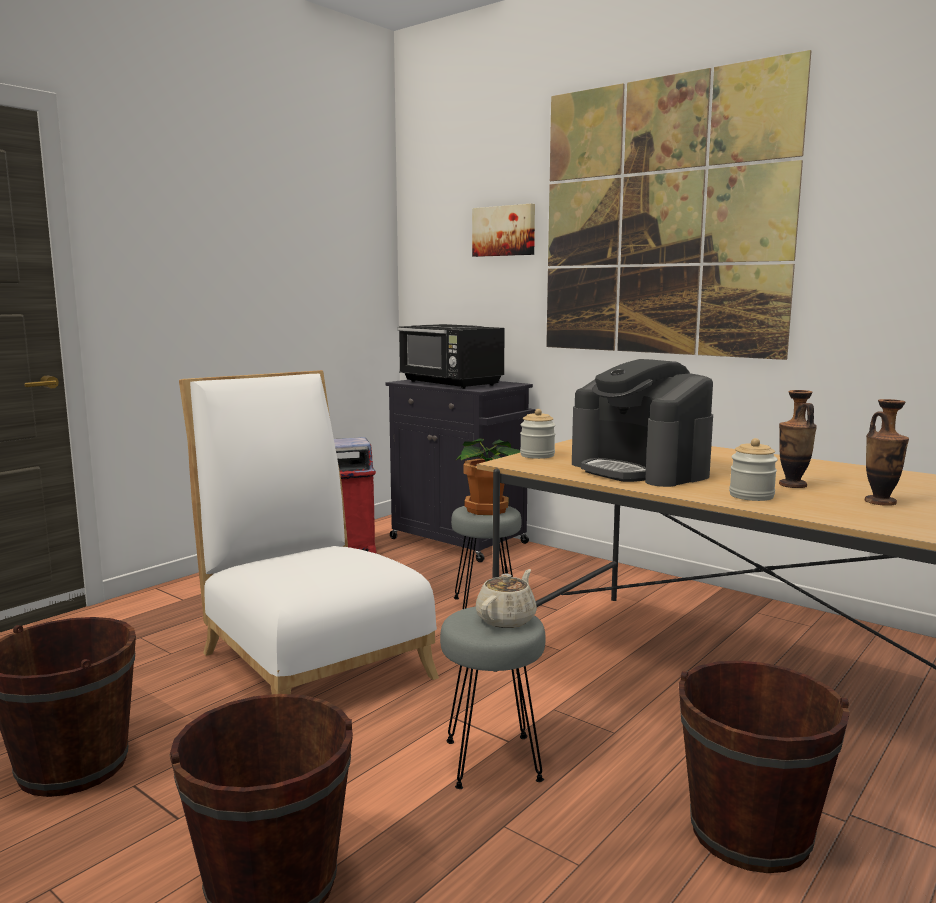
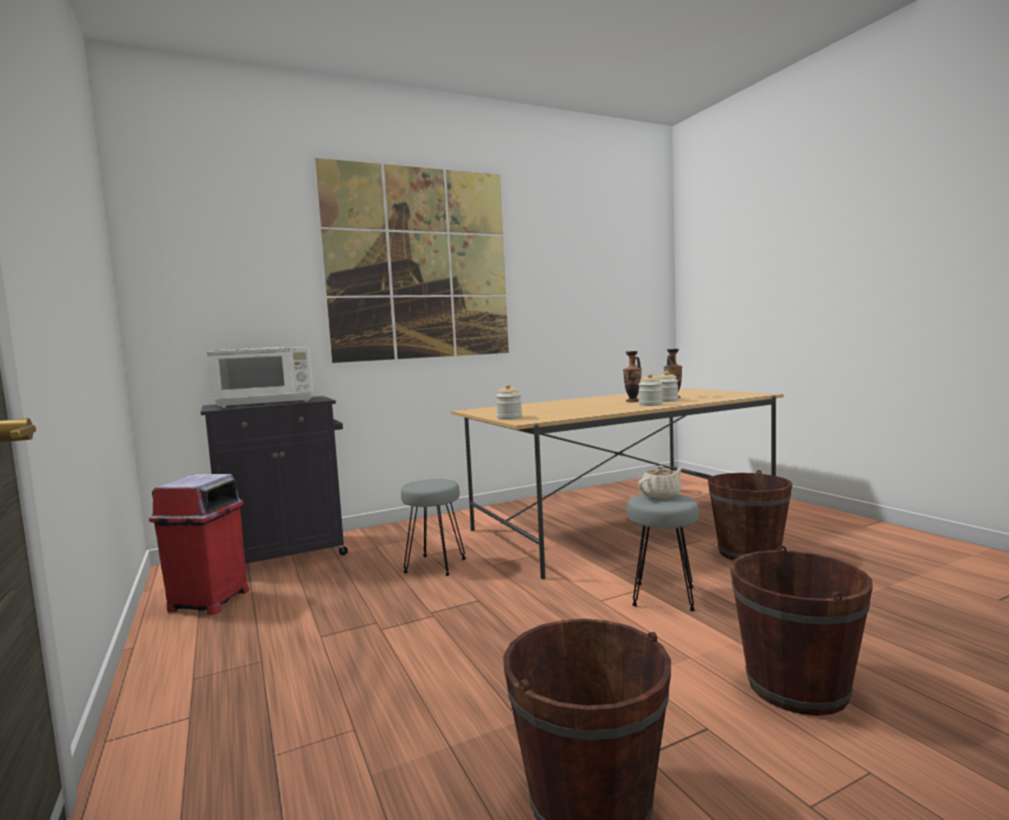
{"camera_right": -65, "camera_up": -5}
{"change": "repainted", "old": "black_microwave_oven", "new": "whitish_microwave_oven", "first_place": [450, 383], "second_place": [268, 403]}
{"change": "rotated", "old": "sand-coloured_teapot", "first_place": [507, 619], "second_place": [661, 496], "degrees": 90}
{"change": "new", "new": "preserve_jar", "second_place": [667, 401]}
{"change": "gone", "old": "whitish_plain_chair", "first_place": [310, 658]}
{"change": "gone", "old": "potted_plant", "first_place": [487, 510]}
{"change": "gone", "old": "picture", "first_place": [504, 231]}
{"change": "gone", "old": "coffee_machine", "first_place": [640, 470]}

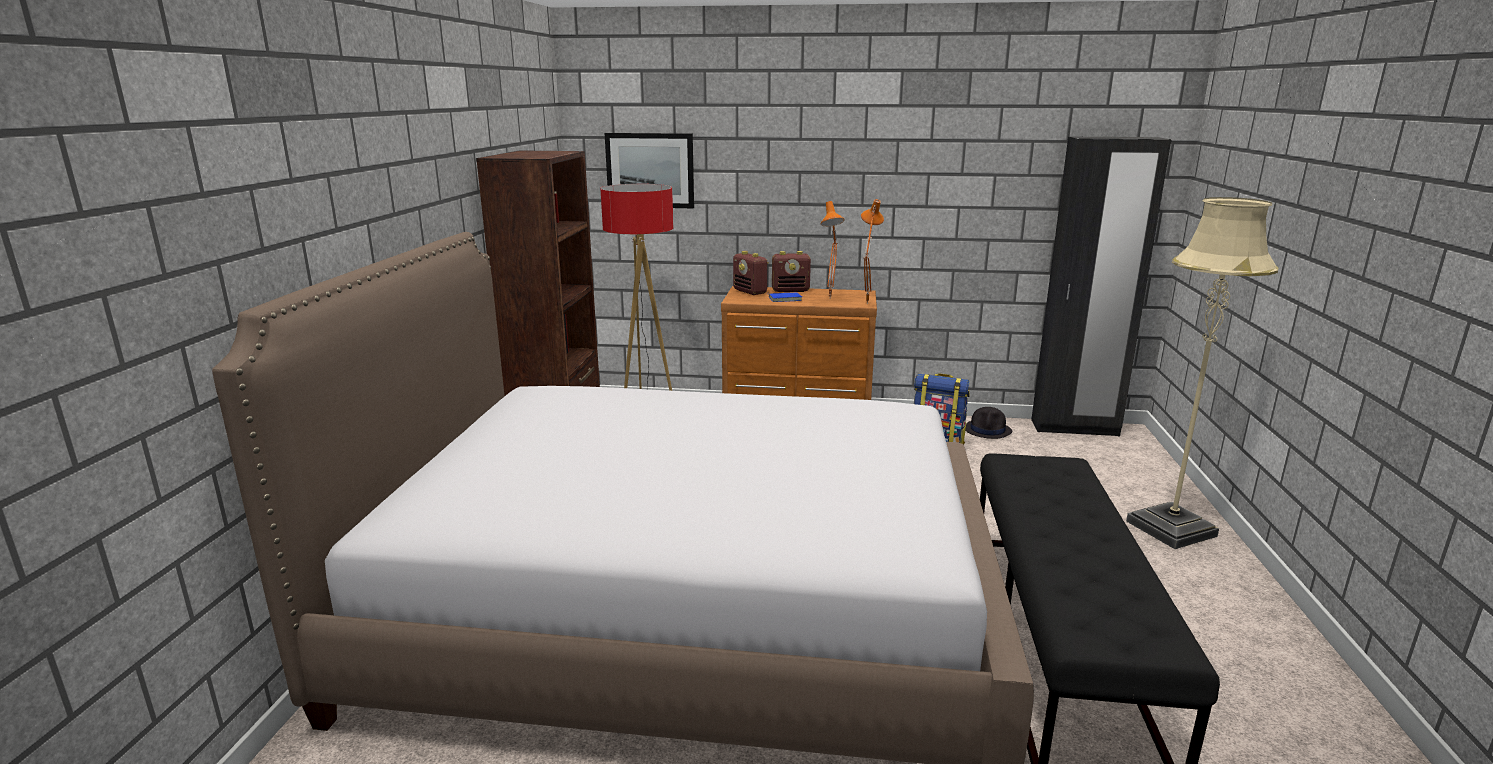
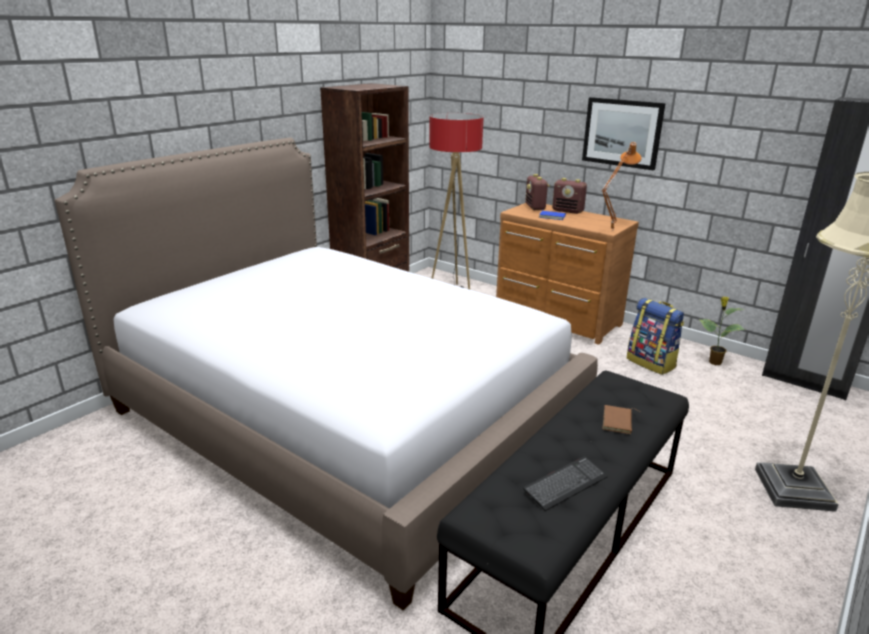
{"camera_right": 30, "camera_up": 5}
{"change": "new", "new": "computer_keyboard", "second_place": [565, 484]}
{"change": "shifted", "old": "picture", "first_place": [650, 170], "second_place": [622, 133]}
{"change": "new", "new": "brown_book", "second_place": [618, 422]}
{"change": "swapped", "old": "black_clothing_hat", "new": "potted_plant", "first_place": [988, 430], "second_place": [714, 362]}
{"change": "gone", "old": "orangey_tabletop_lamp", "first_place": [832, 298]}

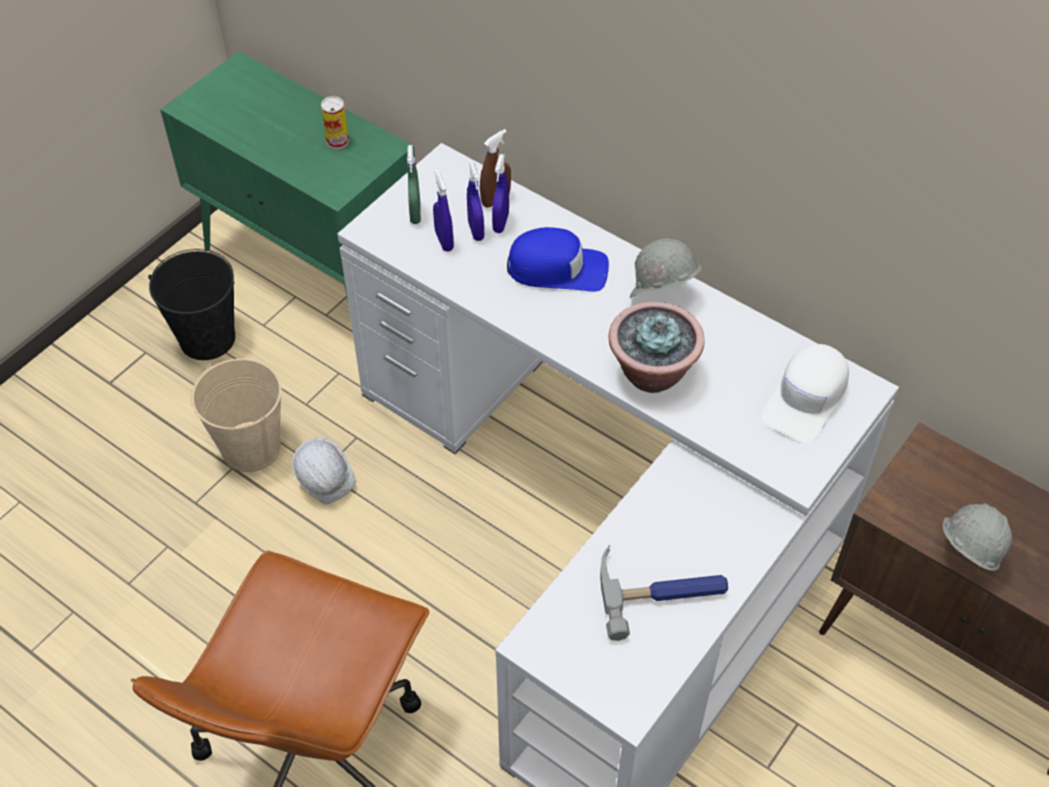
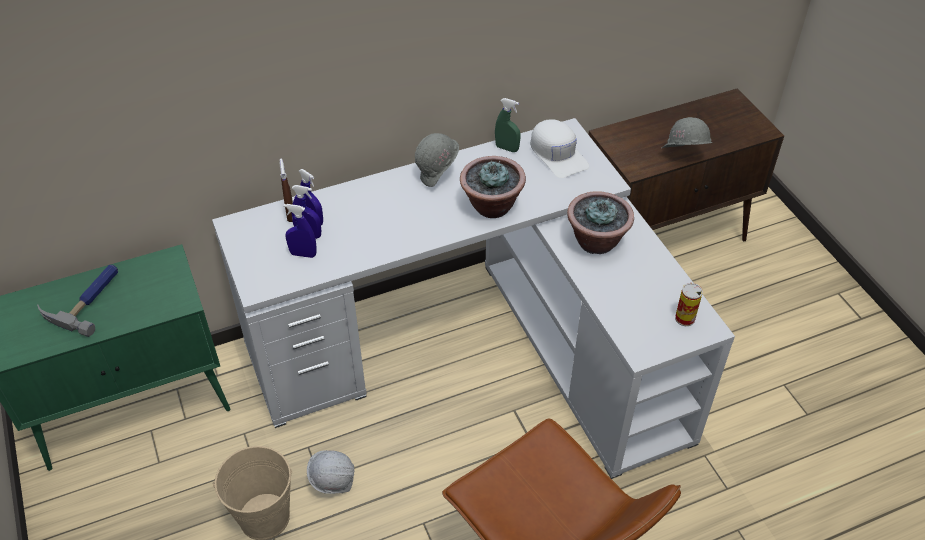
{"camera_right": -60, "camera_up": -5}
{"change": "shifted", "old": "hand_hammer", "first_place": [662, 591], "second_place": [87, 299]}
{"change": "shifted", "old": "green-coloured_spray_bottle", "first_place": [415, 214], "second_place": [507, 148]}
{"change": "new", "new": "potted_plant", "second_place": [596, 241]}
{"change": "shifted", "old": "metal_can", "first_place": [337, 141], "second_place": [684, 318]}
{"change": "gone", "old": "black_water_bucket", "first_place": [207, 339]}
{"change": "gone", "old": "blue-coloured_baseball_cap", "first_place": [558, 268]}

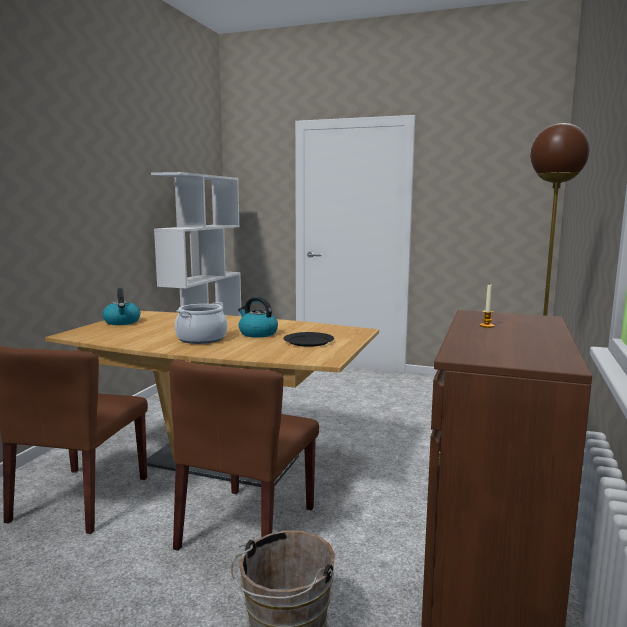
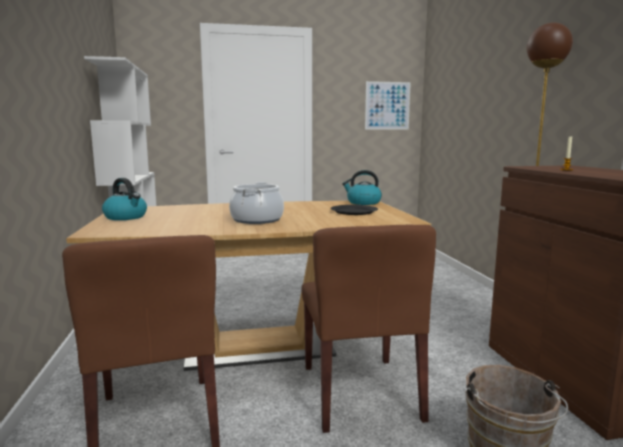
{"camera_right": -30, "camera_up": 0}
{"change": "shifted", "old": "water_kettle", "first_place": [257, 333], "second_place": [363, 203]}
{"change": "new", "new": "picture", "second_place": [387, 105]}

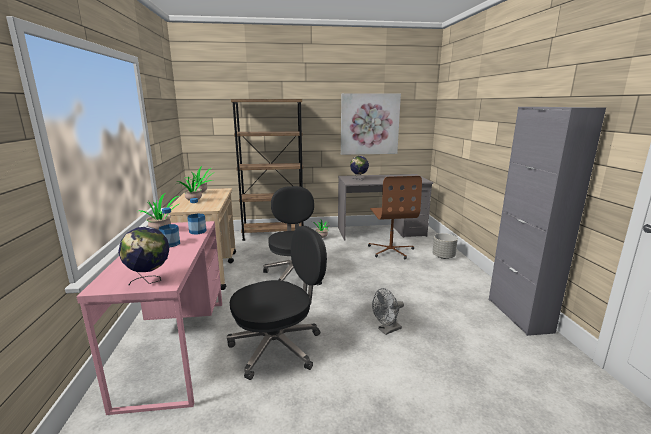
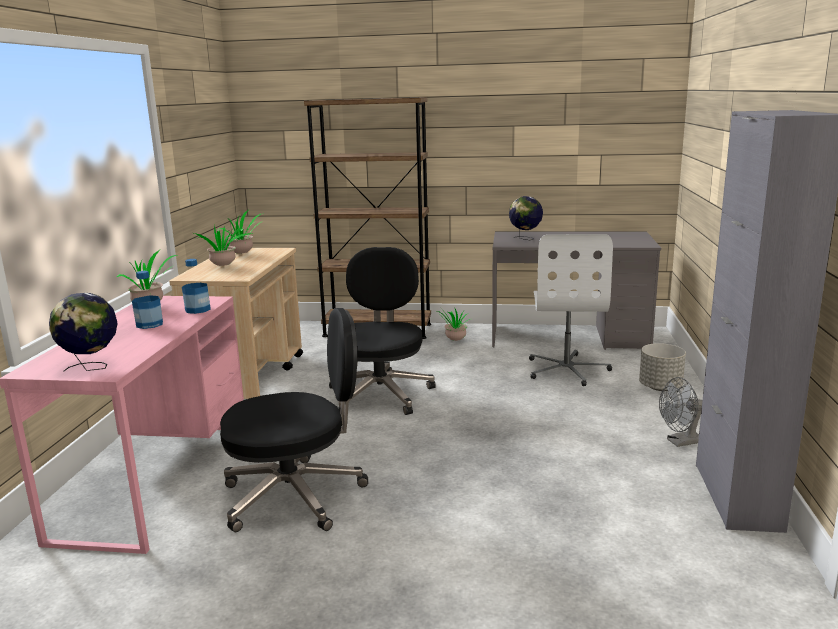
{"camera_right": 15, "camera_up": 0}
{"change": "repainted", "old": "brown_office_chair", "new": "whitish_office_chair", "first_place": [391, 250], "second_place": [567, 369]}
{"change": "shifted", "old": "gray_fan", "first_place": [387, 330], "second_place": [680, 442]}
{"change": "gone", "old": "picture", "first_place": [369, 124]}

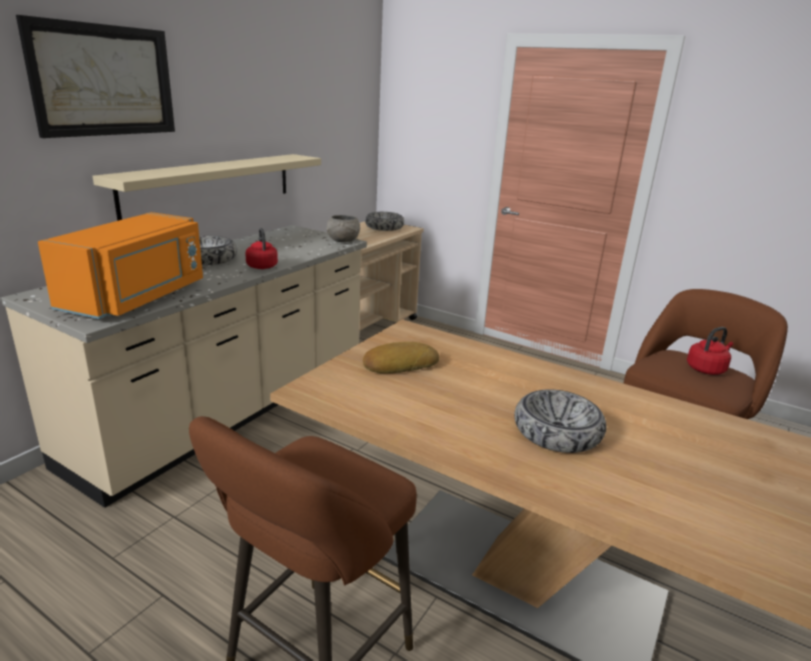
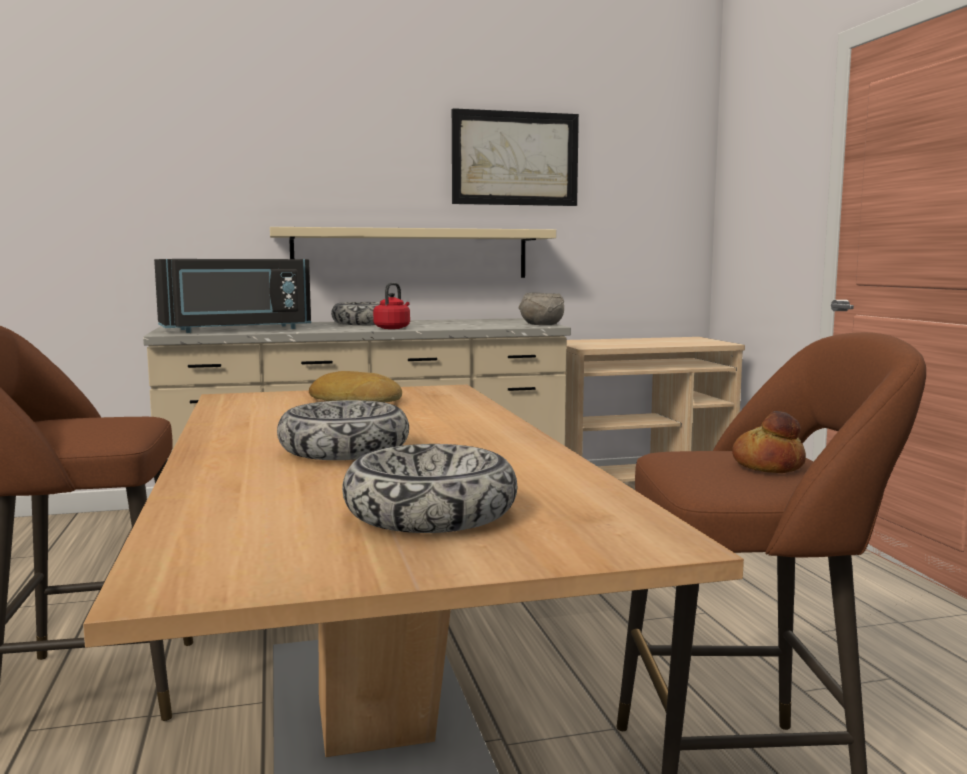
{"camera_right": 45, "camera_up": -15}
{"change": "repainted", "old": "orangey_microwave_oven", "new": "black_microwave_oven", "first_place": [138, 297], "second_place": [237, 330]}
{"change": "shifted", "old": "deep_dish", "first_place": [384, 227], "second_place": [430, 513]}
{"change": "shifted", "old": "picture", "first_place": [104, 80], "second_place": [515, 159]}
{"change": "swapped", "old": "red-coloured_water_kettle", "new": "baked_bread", "first_place": [706, 369], "second_place": [768, 465]}

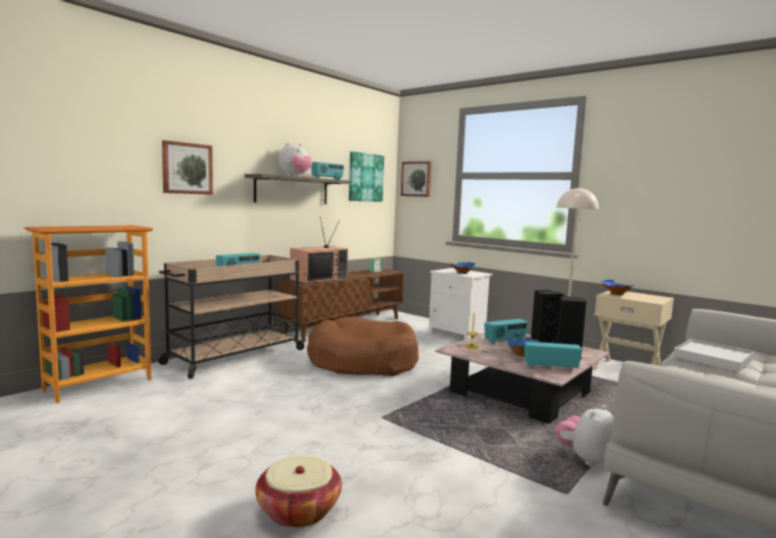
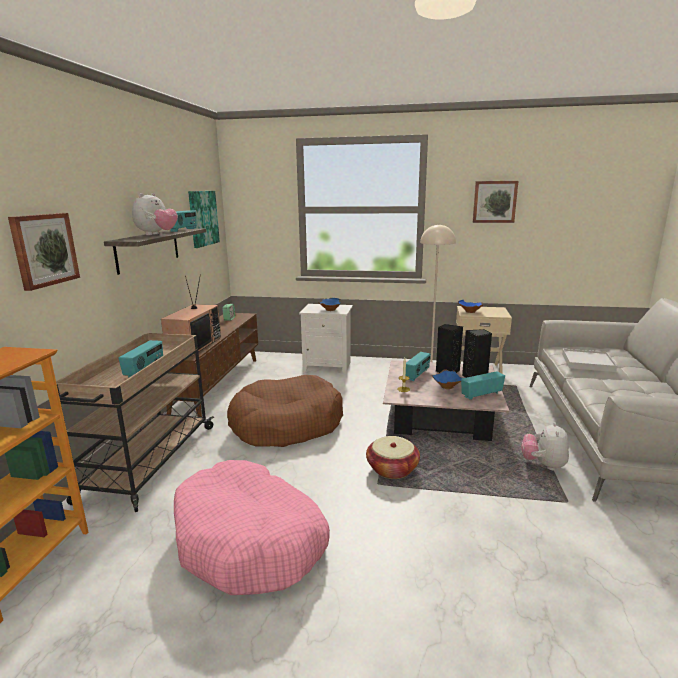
{"camera_right": -30, "camera_up": 10}
{"change": "new", "new": "pink-coloured_dog_bed", "second_place": [250, 540]}
{"change": "shifted", "old": "household_basket", "first_place": [298, 510], "second_place": [392, 469]}
{"change": "shifted", "old": "picture", "first_place": [416, 179], "second_place": [494, 201]}

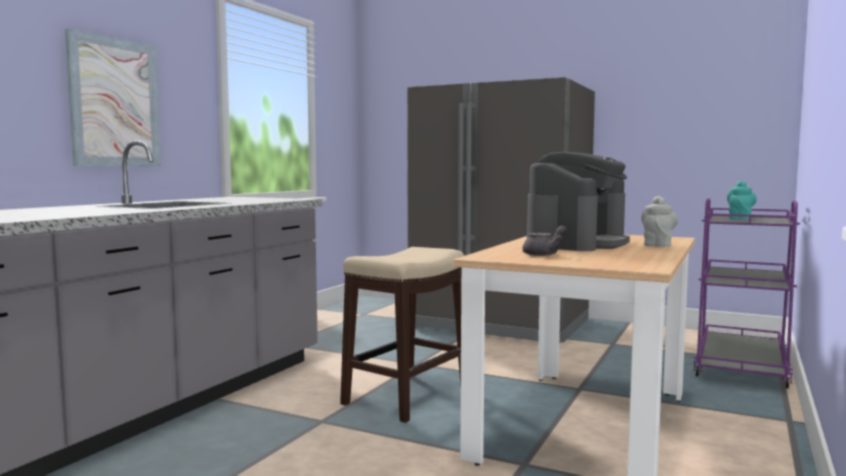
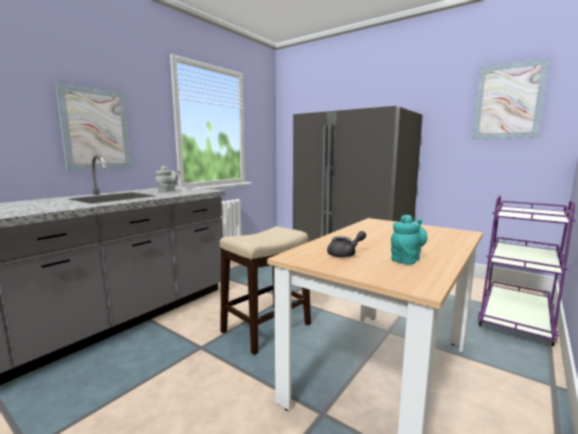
{"camera_right": 10, "camera_up": 5}
{"change": "shifted", "old": "gray_teapot", "first_place": [658, 245], "second_place": [168, 191]}
{"change": "shifted", "old": "blue-green_teapot", "first_place": [740, 218], "second_place": [406, 259]}
{"change": "new", "new": "picture", "second_place": [508, 101]}
{"change": "gone", "old": "coffee_machine", "first_place": [576, 243]}

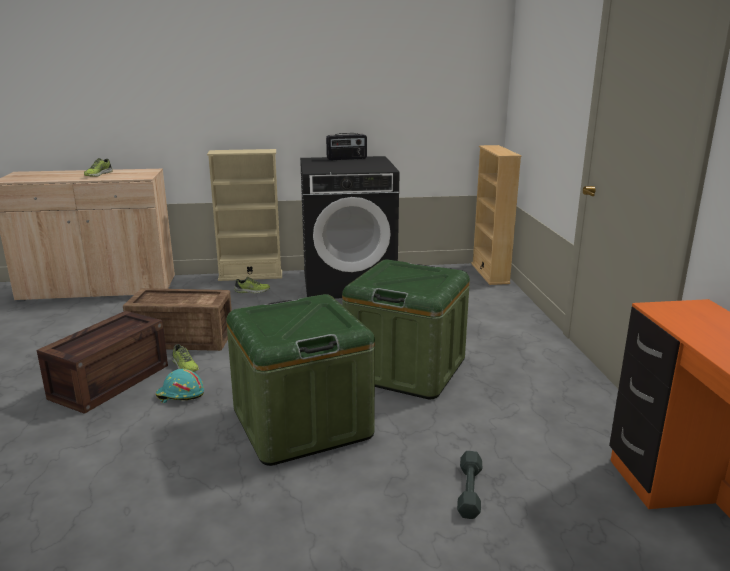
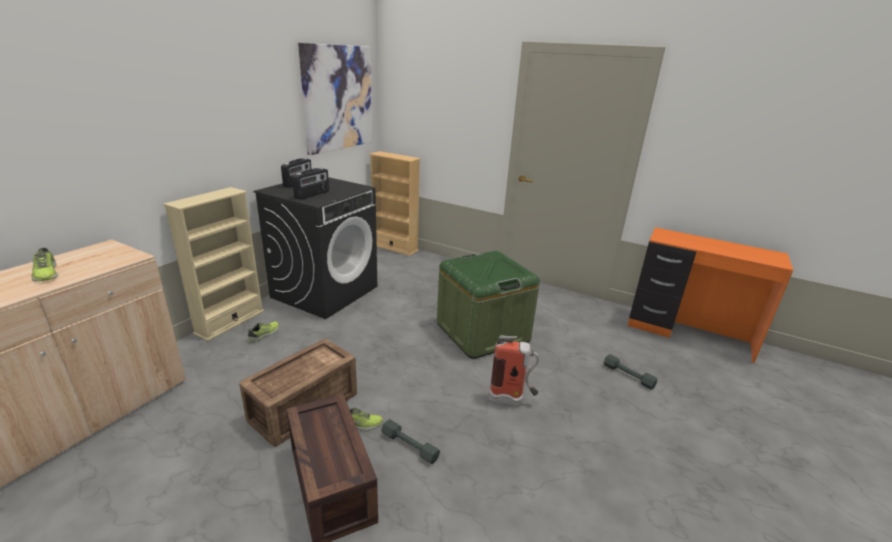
{"camera_right": -55, "camera_up": 5}
{"change": "new", "new": "radio_set", "second_place": [312, 195]}
{"change": "new", "new": "picture", "second_place": [338, 98]}
{"change": "swapped", "old": "blue-green_safety_helmet", "new": "gray_dumbbell", "first_place": [180, 395], "second_place": [410, 445]}
{"change": "swapped", "old": "green-coloured_storage_box", "new": "fire-fighting_cylinder", "first_place": [302, 423], "second_place": [512, 401]}

